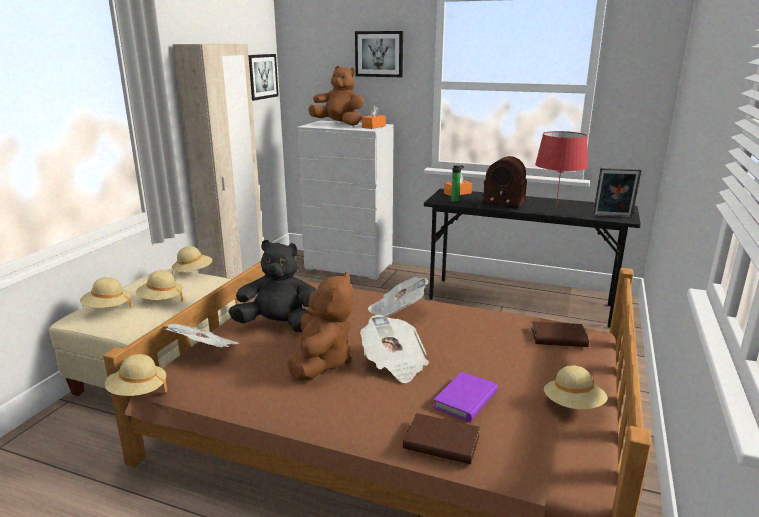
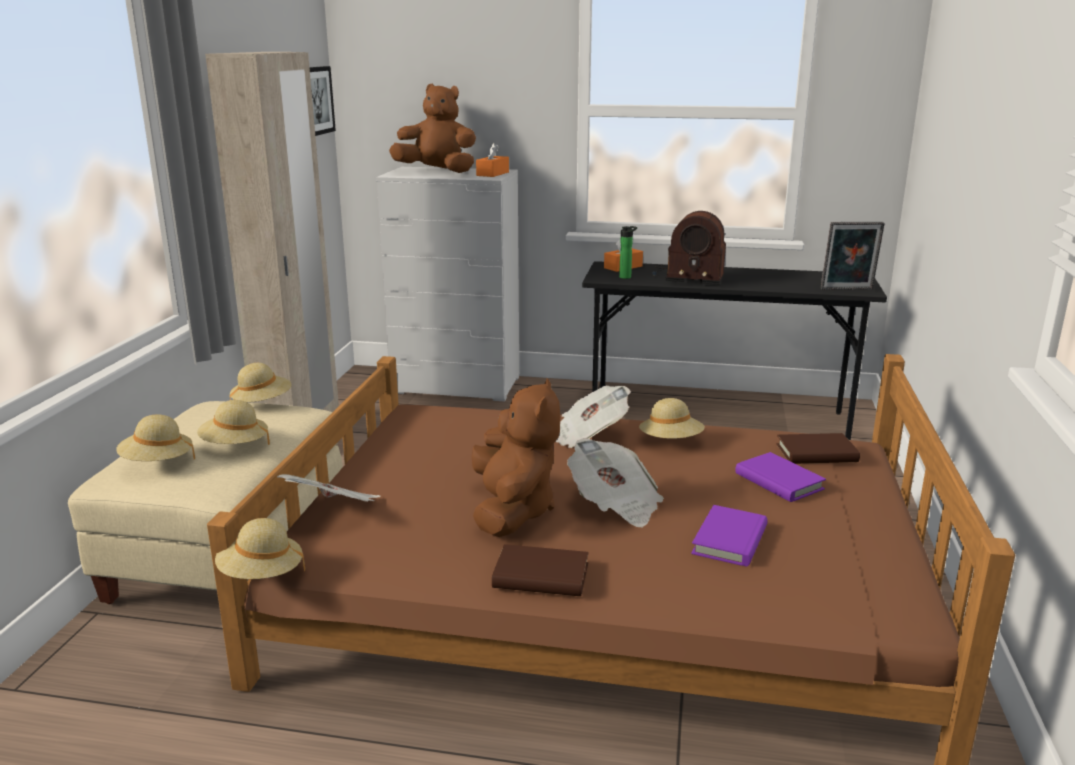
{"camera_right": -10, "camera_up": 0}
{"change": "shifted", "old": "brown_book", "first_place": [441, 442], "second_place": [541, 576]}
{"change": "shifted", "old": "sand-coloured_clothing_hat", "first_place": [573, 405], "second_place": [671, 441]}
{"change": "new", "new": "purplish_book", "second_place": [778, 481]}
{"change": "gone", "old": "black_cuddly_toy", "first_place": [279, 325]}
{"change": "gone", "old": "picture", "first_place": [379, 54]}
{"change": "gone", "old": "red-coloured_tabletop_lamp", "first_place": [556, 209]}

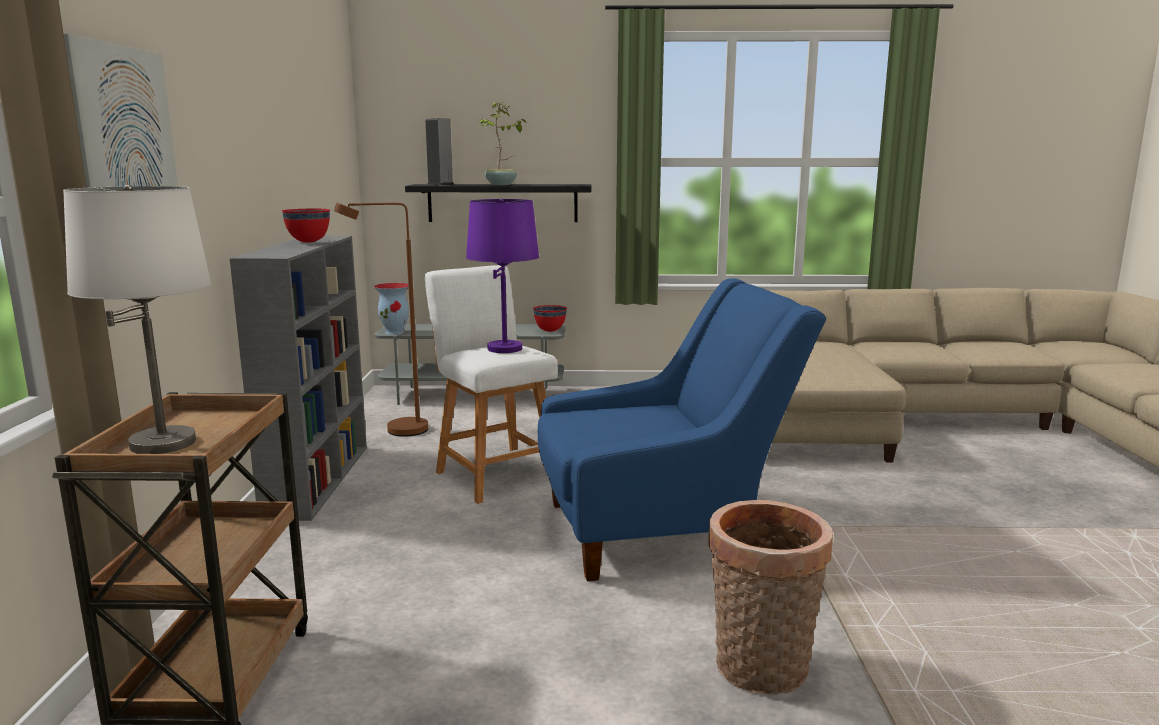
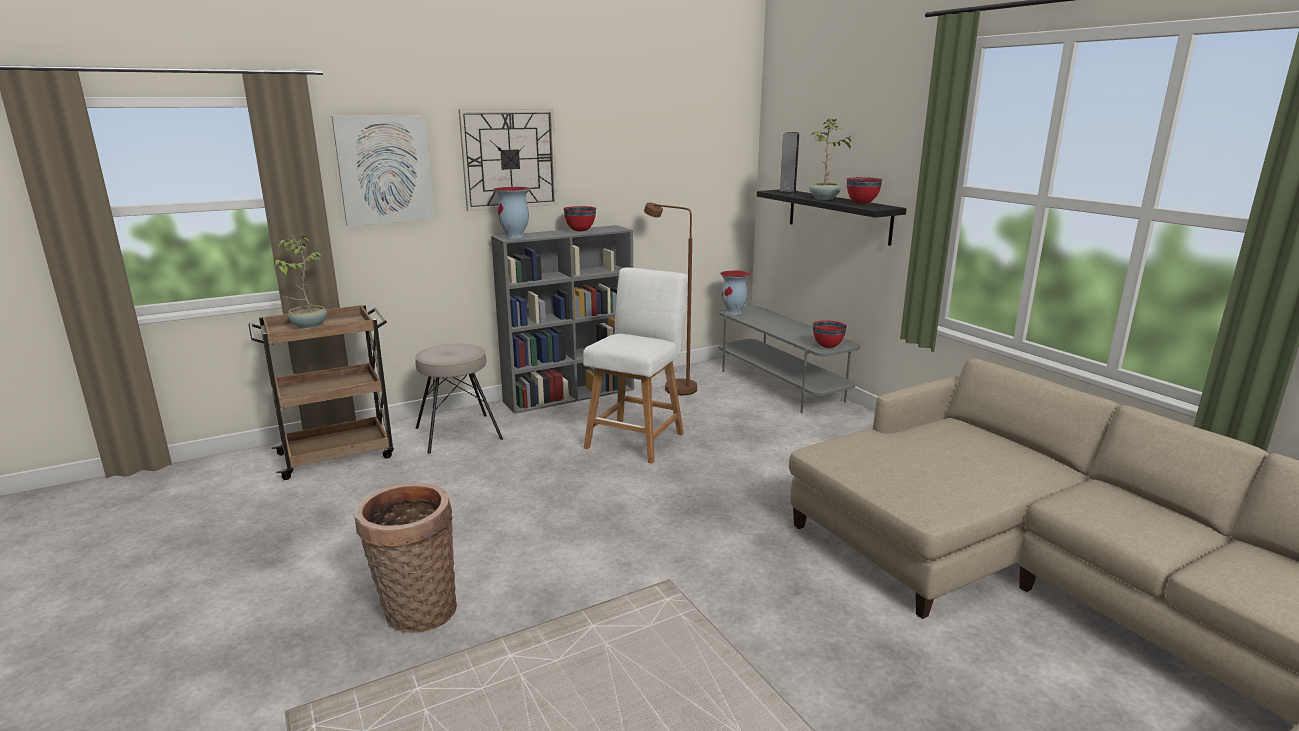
{"camera_right": 60, "camera_up": 5}
{"change": "swapped", "old": "whitish_tabletop_lamp", "new": "potted_plant", "first_place": [162, 443], "second_place": [308, 326]}
{"change": "new", "new": "sand-coloured_stool", "second_place": [458, 433]}
{"change": "new", "new": "hanging_clock", "second_place": [509, 159]}
{"change": "new", "new": "vase", "second_place": [515, 237]}
{"change": "new", "new": "red-coloured_deep_dish", "second_place": [862, 203]}
{"change": "gone", "old": "purplish_tabletop_lamp", "first_place": [504, 349]}
{"change": "gone", "old": "blue-coloured_lounge_chair", "first_place": [660, 530]}

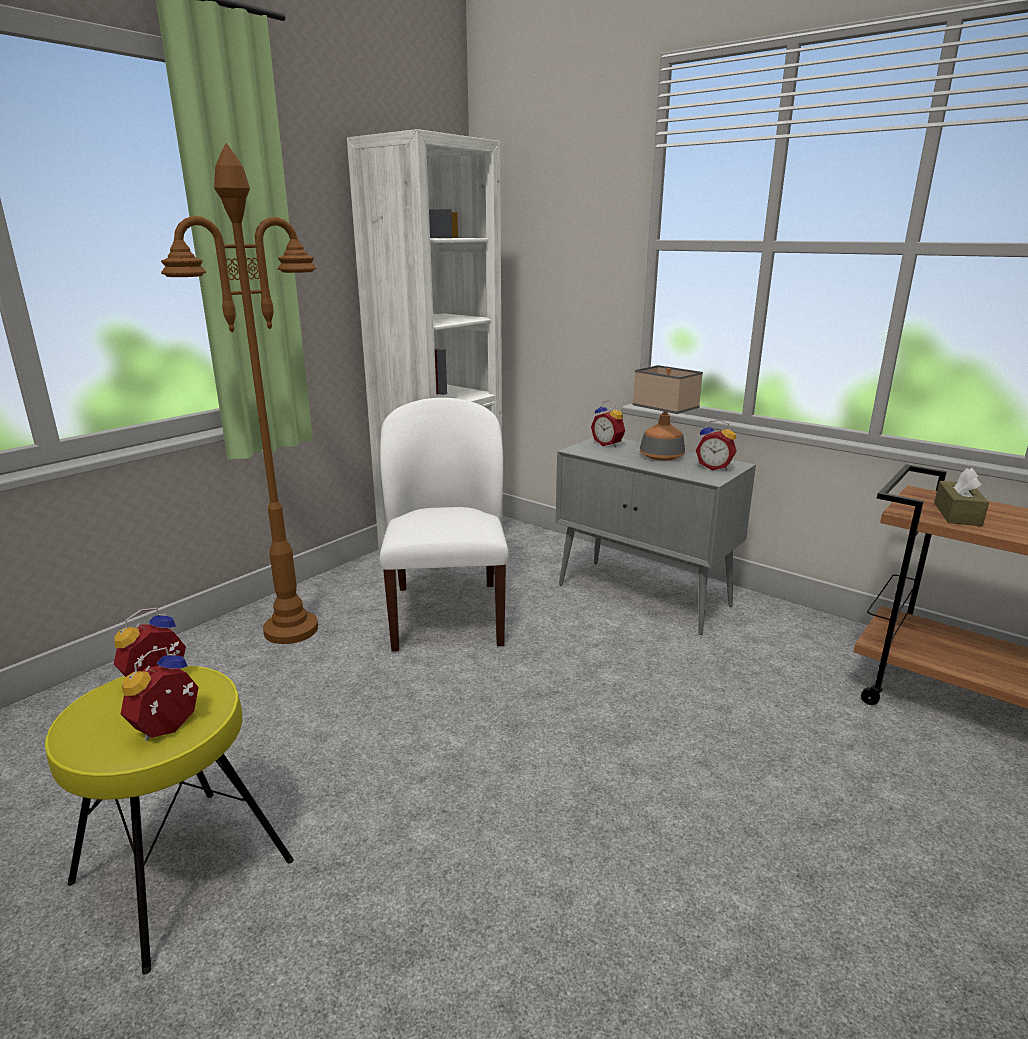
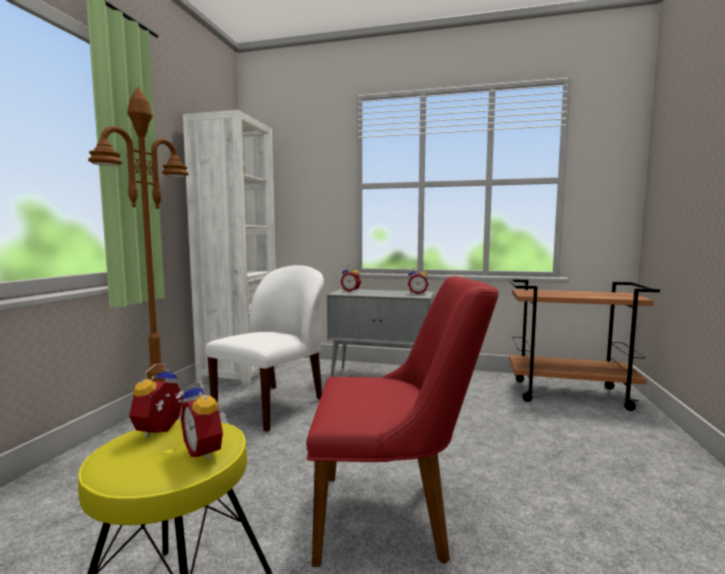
{"camera_right": -25, "camera_up": -15}
{"change": "rotated", "old": "table_clock", "first_place": [170, 729], "second_place": [206, 451], "degrees": -45}
{"change": "rotated", "old": "whitish_plain_chair", "first_place": [447, 614], "second_place": [272, 406], "degrees": 60}
{"change": "new", "new": "red-coloured_plain_chair", "second_place": [395, 517]}
{"change": "gone", "old": "tabletop_lamp", "first_place": [661, 456]}
{"change": "gone", "old": "brown_box_of_tissues", "first_place": [957, 514]}

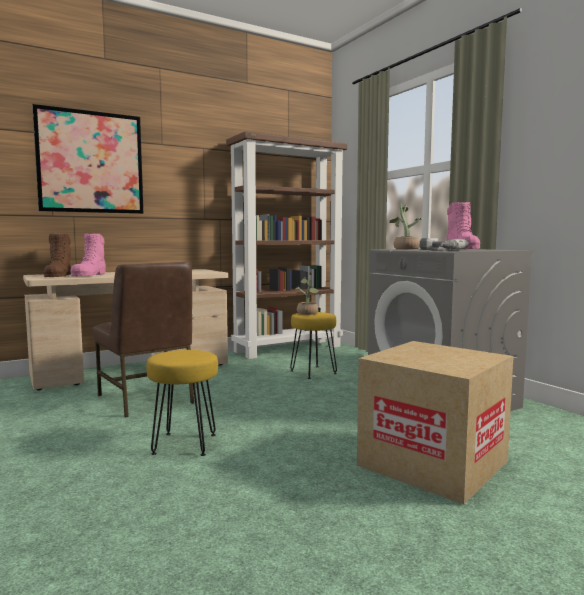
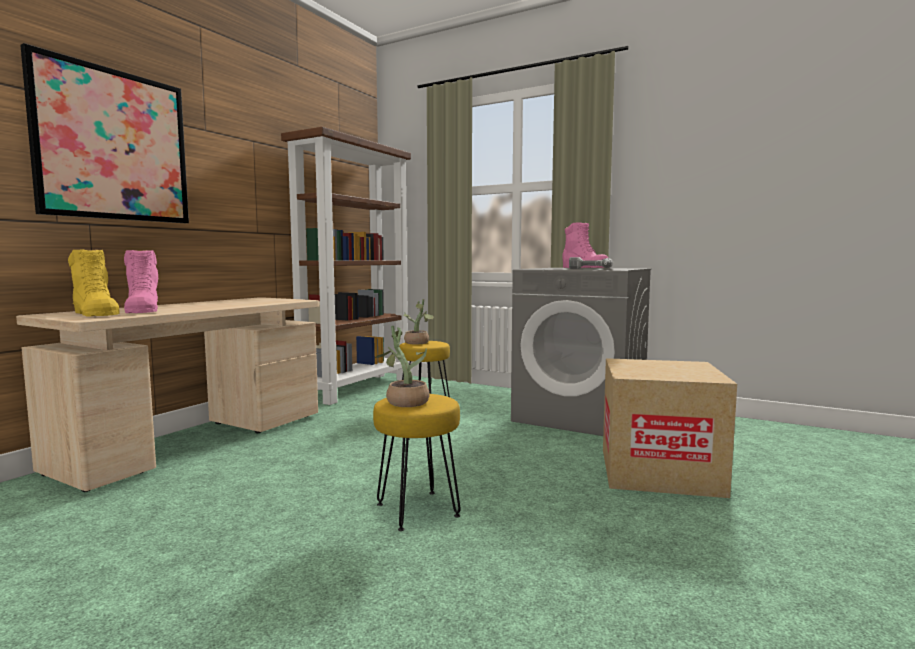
{"camera_right": -30, "camera_up": 0}
{"change": "repainted", "old": "brown_boot", "new": "yellowish_boot", "first_place": [58, 276], "second_place": [95, 314]}
{"change": "shifted", "old": "potted_plant", "first_place": [404, 249], "second_place": [404, 401]}
{"change": "gone", "old": "brown_plain_chair", "first_place": [147, 399]}

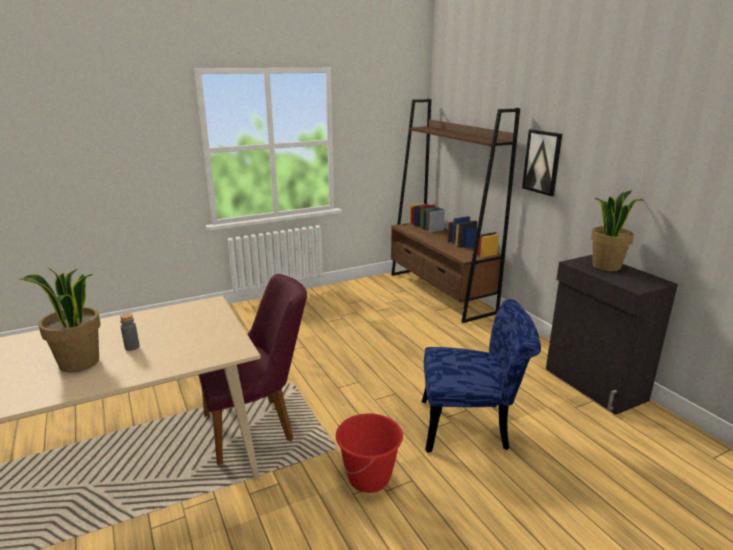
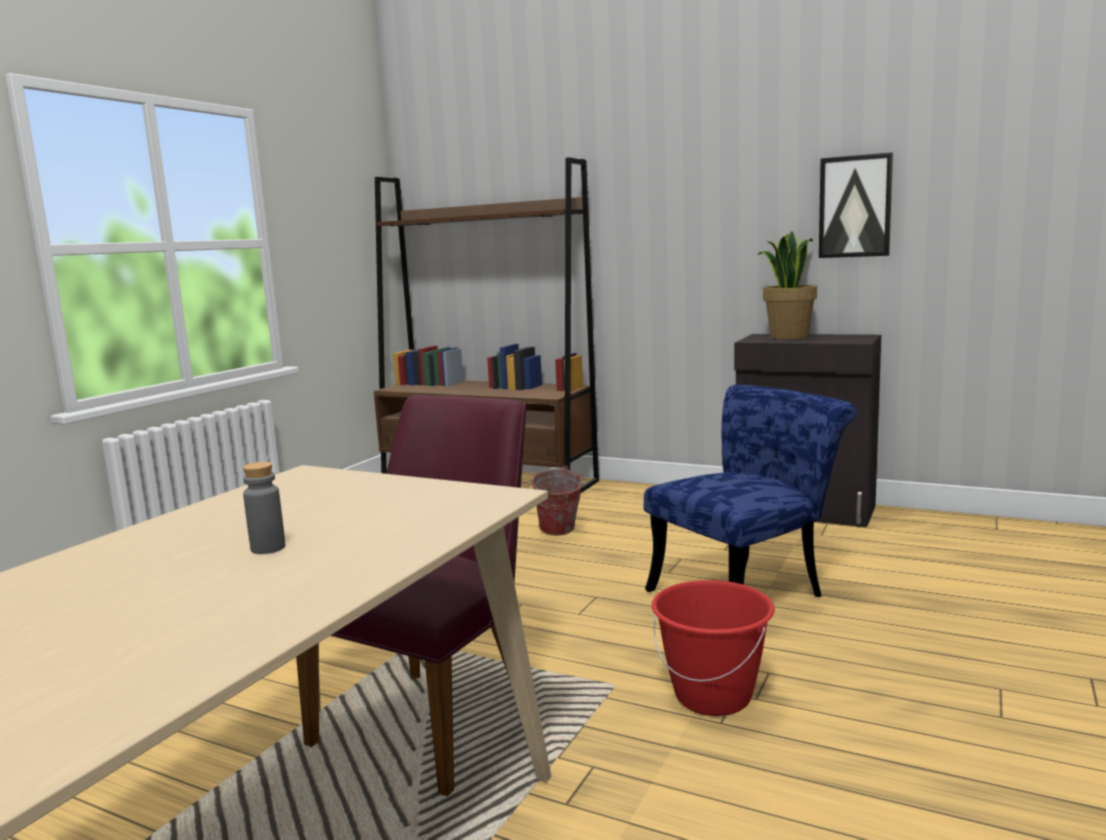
{"camera_right": -35, "camera_up": -10}
{"change": "new", "new": "water_bucket", "second_place": [557, 533]}
{"change": "shifted", "old": "picture", "first_place": [542, 162], "second_place": [855, 206]}
{"change": "gone", "old": "potted_plant", "first_place": [79, 363]}

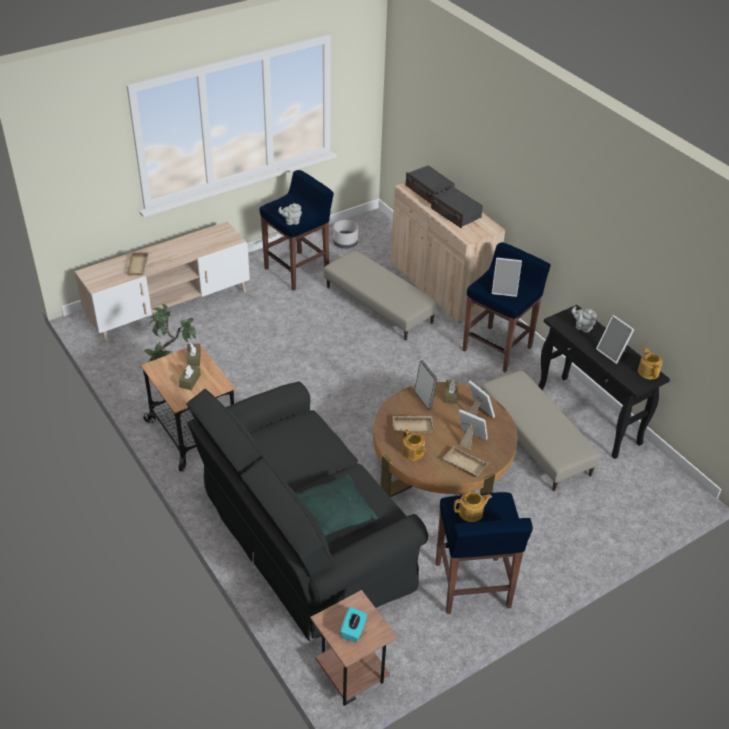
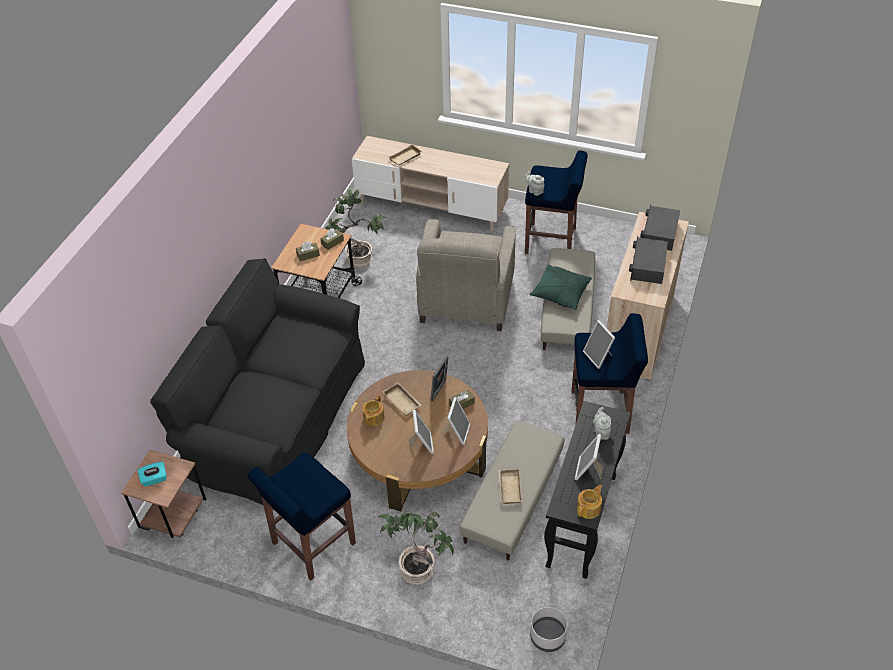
{"camera_right": 55, "camera_up": 5}
{"change": "new", "new": "potted_plant", "second_place": [418, 569]}
{"change": "new", "new": "sand-coloured_lounge_chair", "second_place": [466, 300]}
{"change": "shifted", "old": "sand-coloured_tray", "first_place": [463, 465], "second_place": [508, 488]}
{"change": "shifted", "old": "green-coloured_pillow", "first_place": [334, 514], "second_place": [560, 293]}
{"change": "shifted", "old": "gray_flower_pot", "first_place": [345, 243], "second_place": [547, 637]}
{"change": "gone", "old": "teapot", "first_place": [471, 512]}

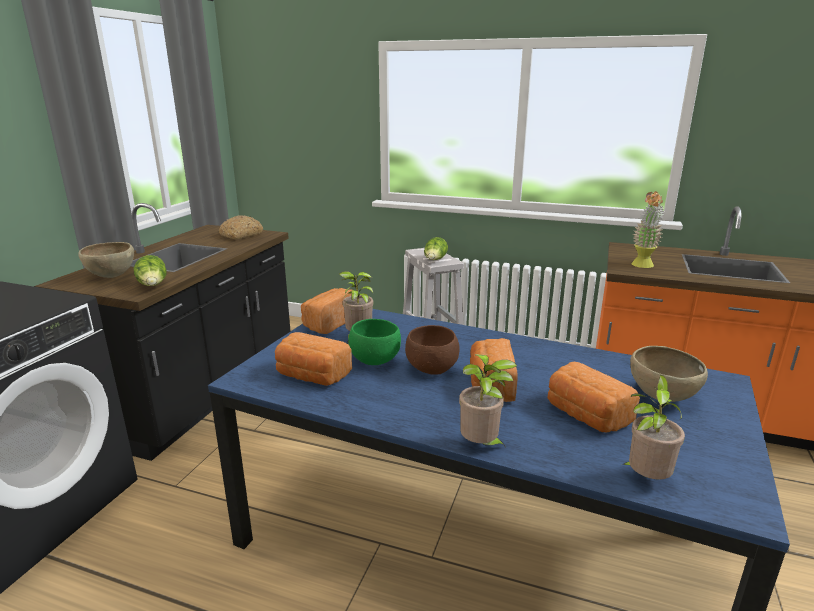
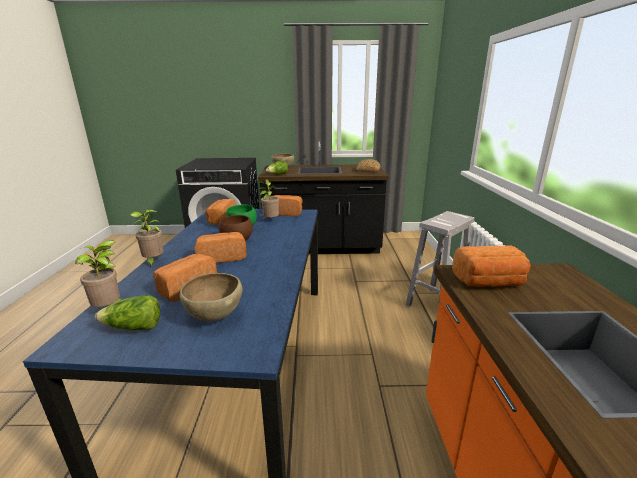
{"camera_right": 70, "camera_up": 0}
{"change": "shifted", "old": "lettuce_head", "first_place": [435, 260], "second_place": [134, 328]}
{"change": "swapped", "old": "potted_plant", "new": "baked_bread", "first_place": [642, 266], "second_place": [489, 282]}

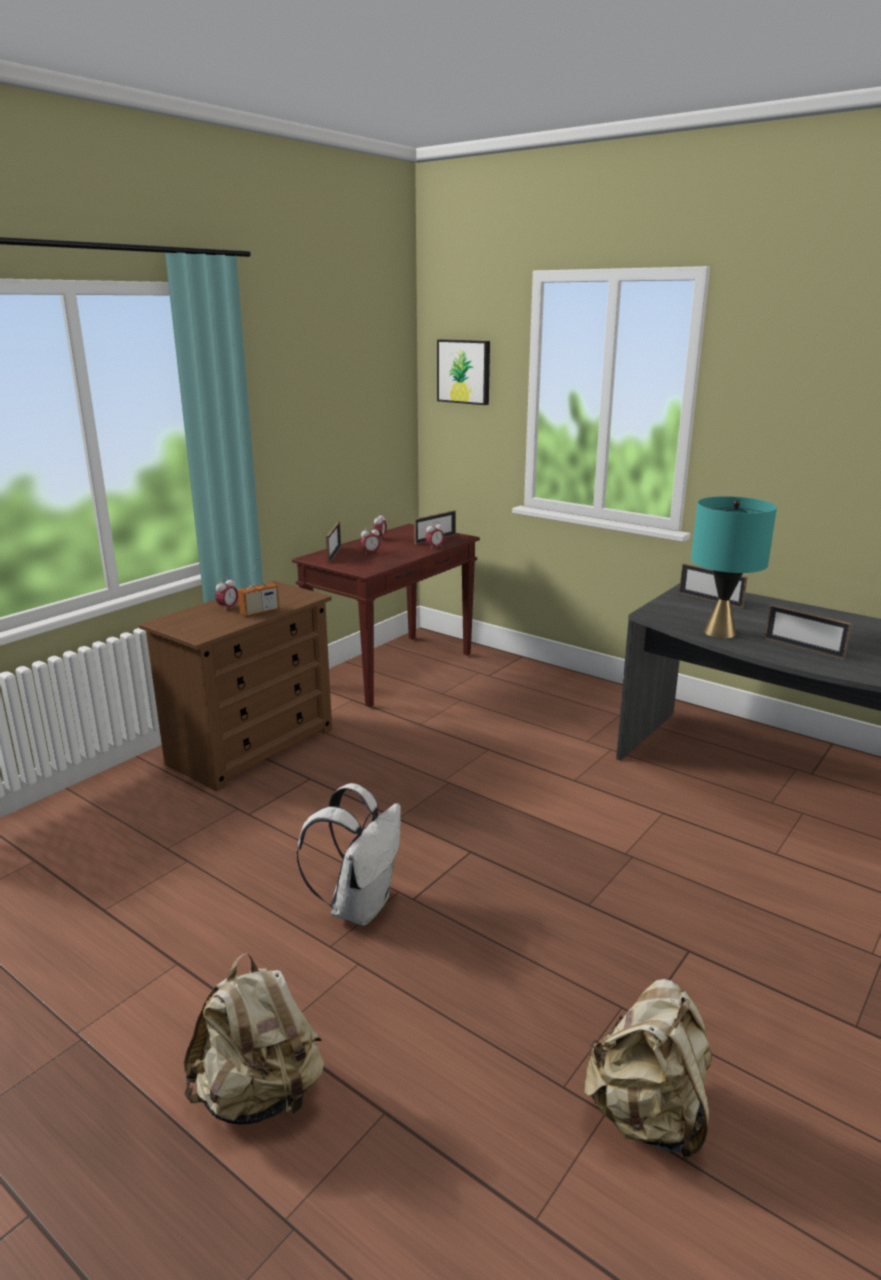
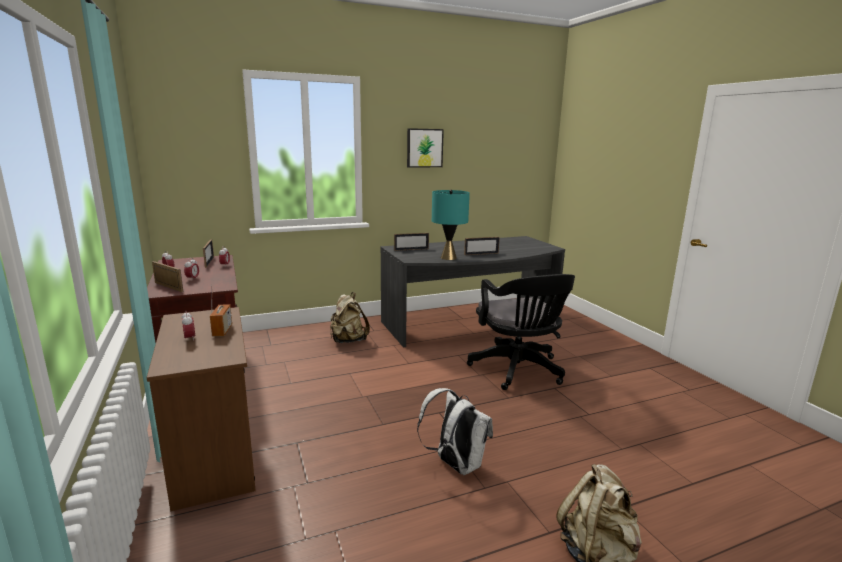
{"camera_right": -60, "camera_up": -5}
{"change": "shifted", "old": "sand-coloured_knapsack", "first_place": [648, 1115], "second_place": [348, 340]}
{"change": "shifted", "old": "picture", "first_place": [464, 371], "second_place": [424, 148]}
{"change": "new", "new": "black_office_chair", "second_place": [518, 371]}

